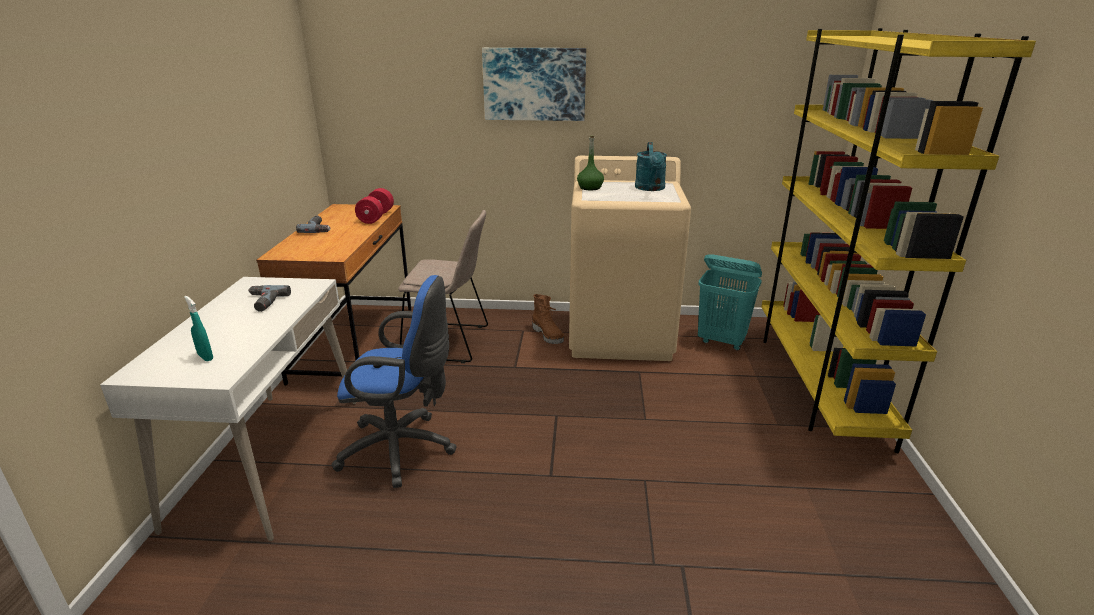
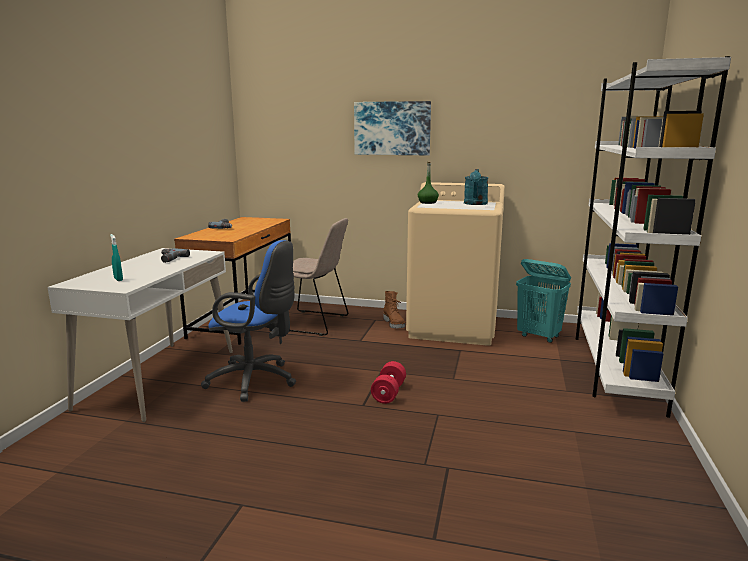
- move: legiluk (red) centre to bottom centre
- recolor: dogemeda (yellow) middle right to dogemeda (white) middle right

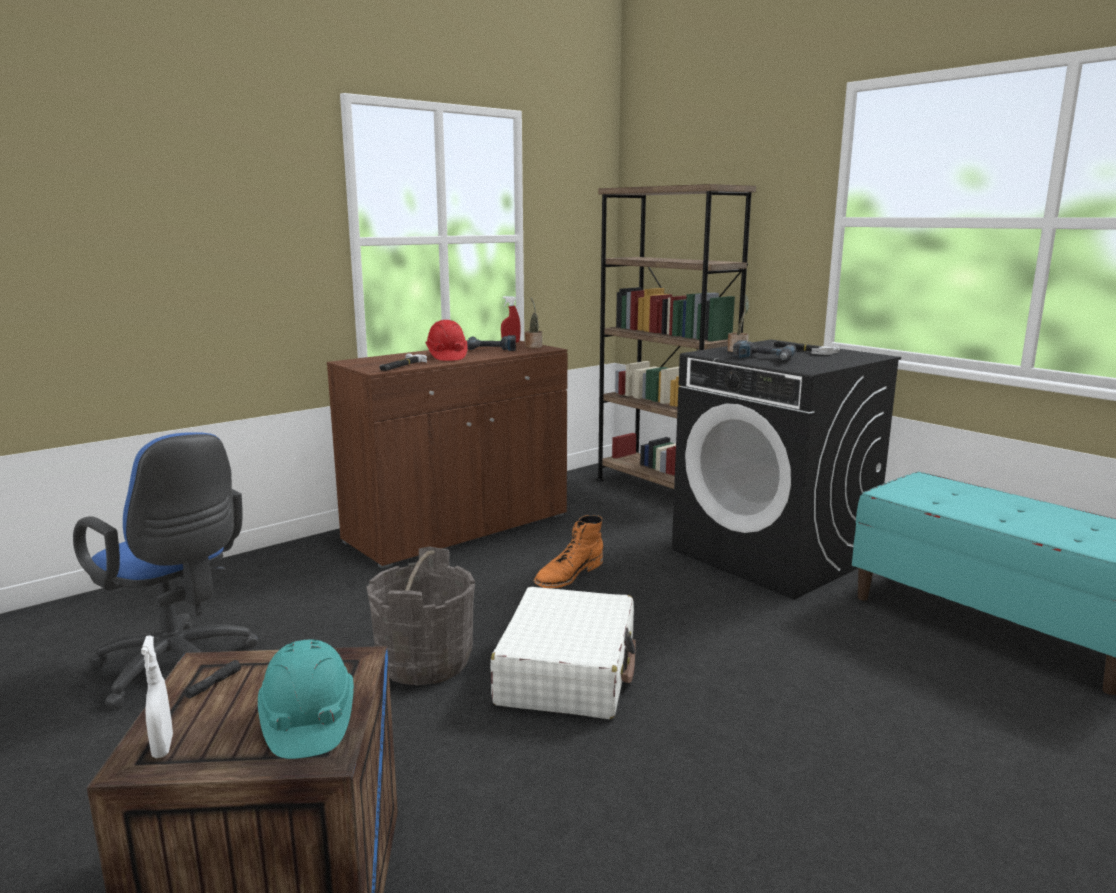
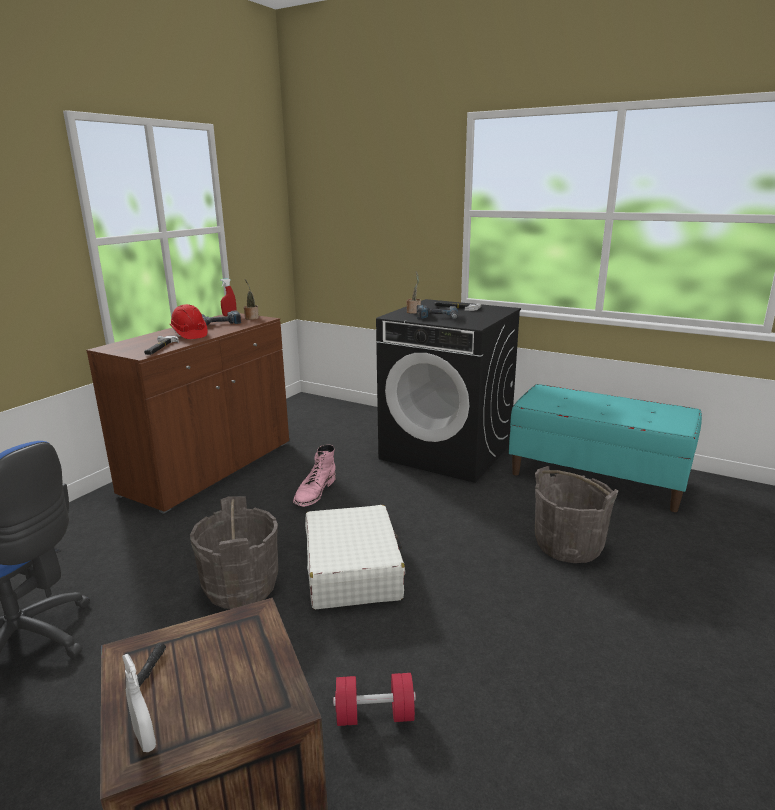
- recolor: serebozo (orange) centre to serebozo (pink) centre
- insert: legiluk (red) bottom centre
- insert: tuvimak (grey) (2nd from left) middle right
- delete: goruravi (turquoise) bottom left
- delete: dogemeda (brown) centre

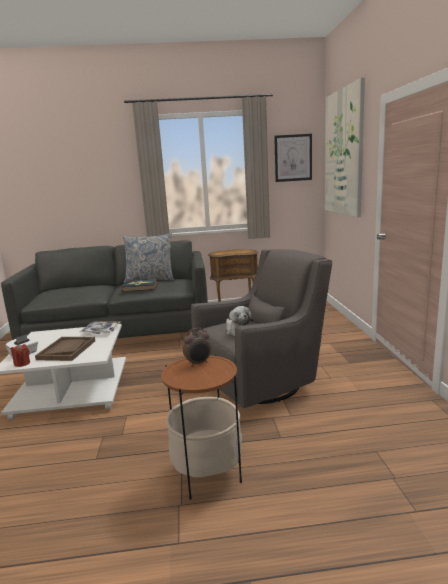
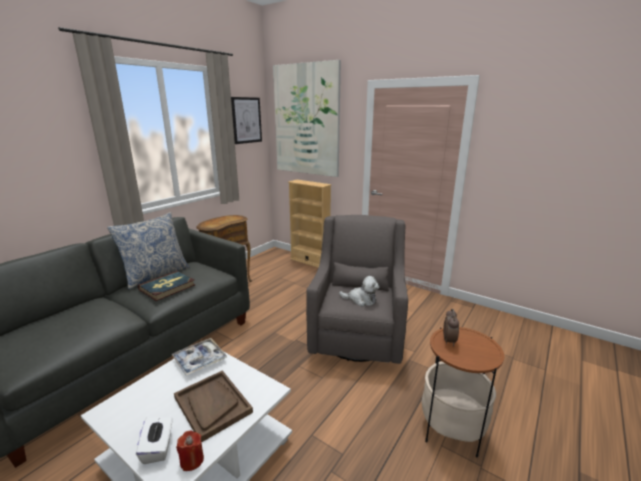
- insert: dogemeda (beige) centre

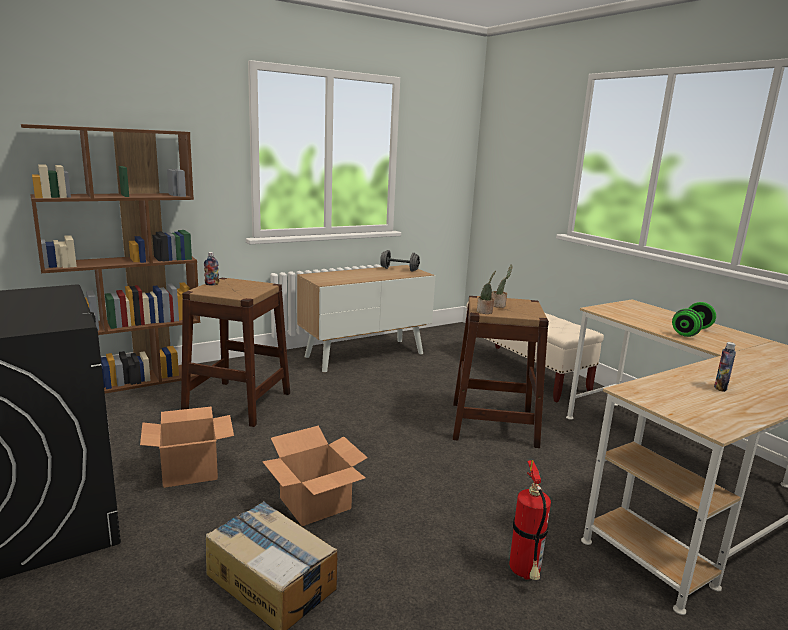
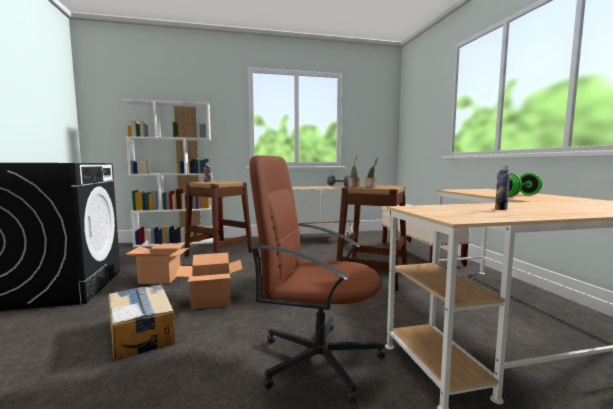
- recolor: dogemeda (brown) middle left to dogemeda (white) middle left
- replace: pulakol bottom right to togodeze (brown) bottom centre

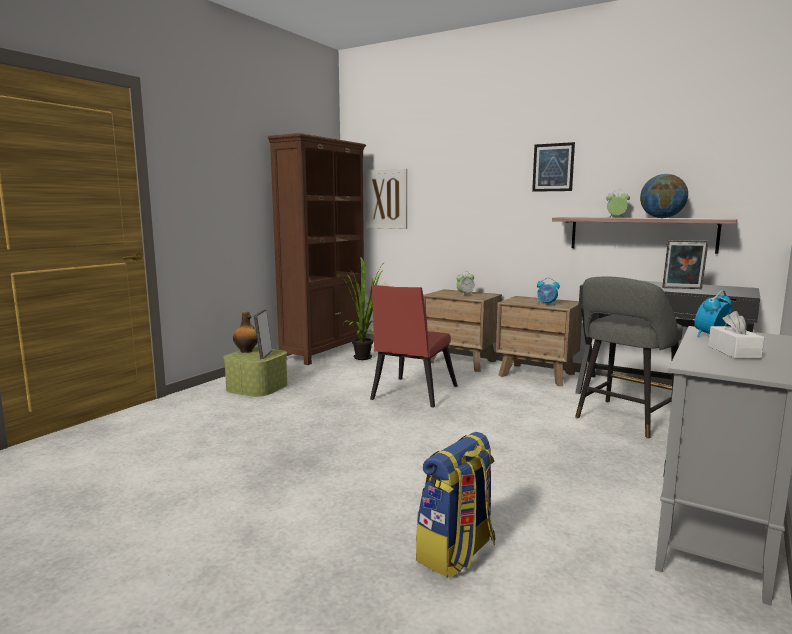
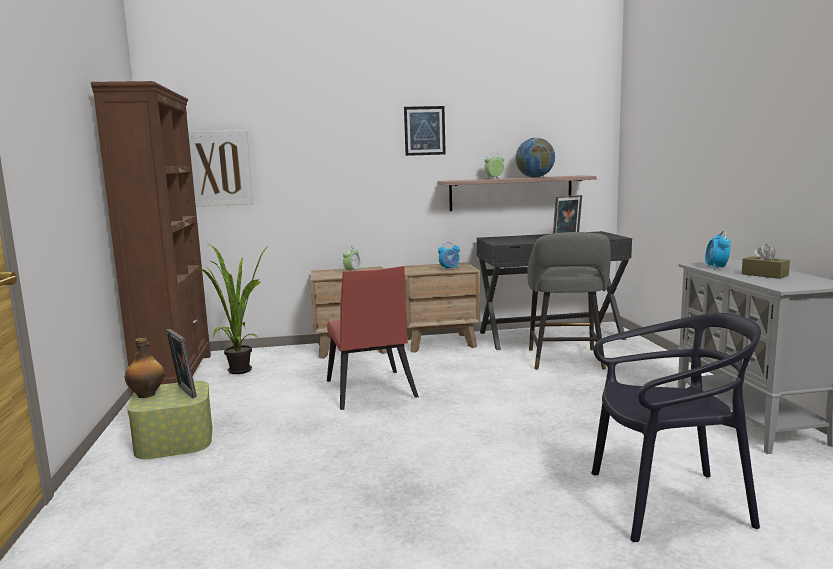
- replace: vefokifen bottom centre to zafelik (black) bottom right
- recolor: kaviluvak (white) middle right to kaviluvak (brown) middle right

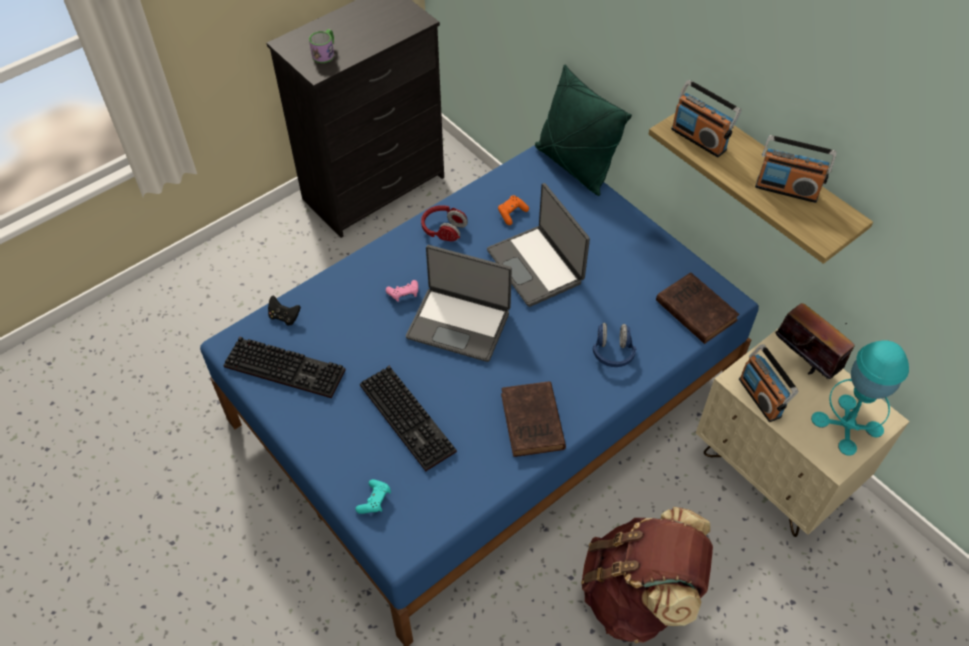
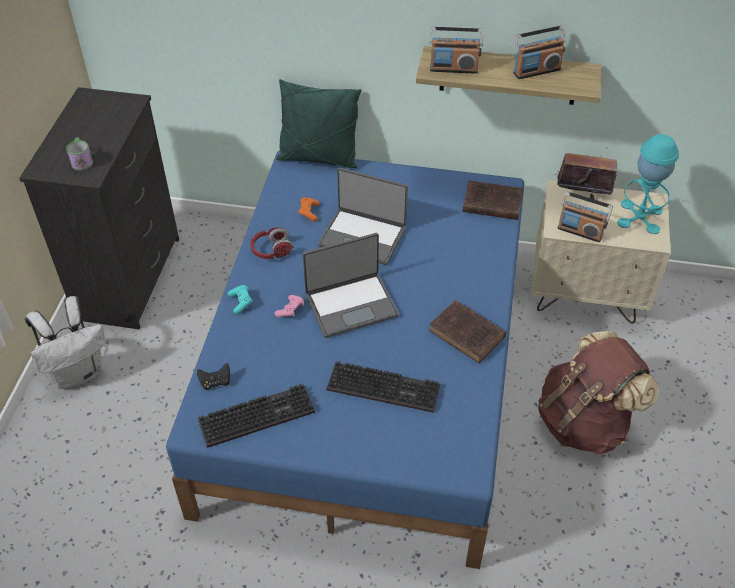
- insert: vefokifen (white) middle left
- move: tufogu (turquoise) bottom centre to middle left
- delete: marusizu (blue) centre

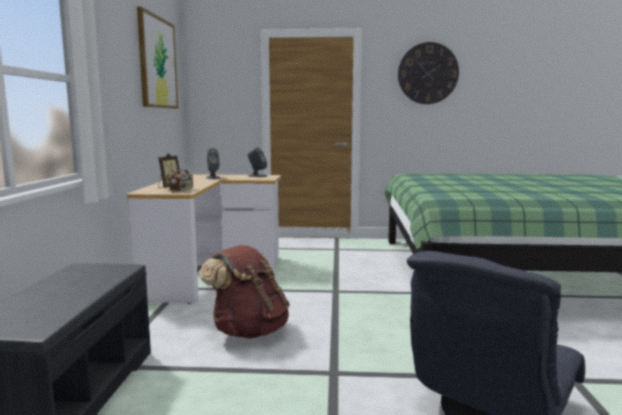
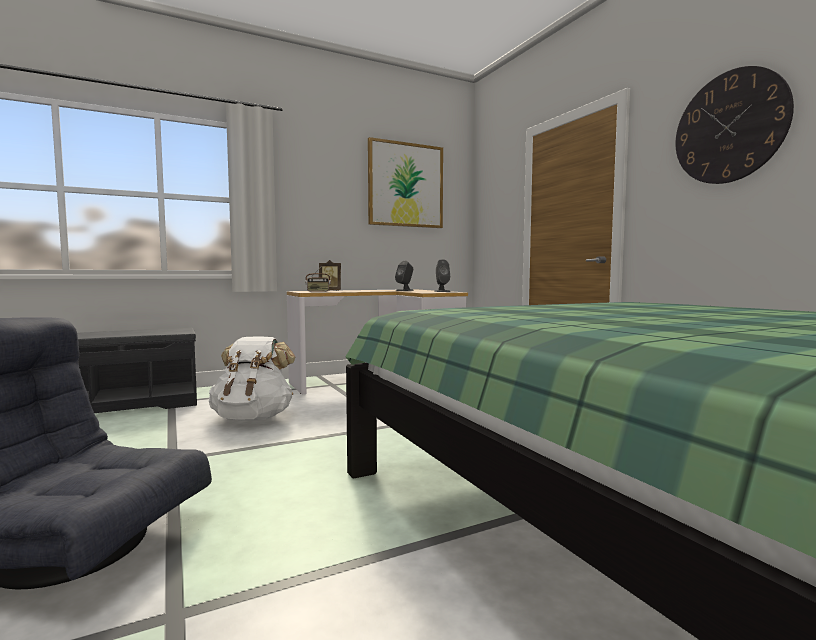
- recolor: vefokifen (brown) bottom centre to vefokifen (white) middle left

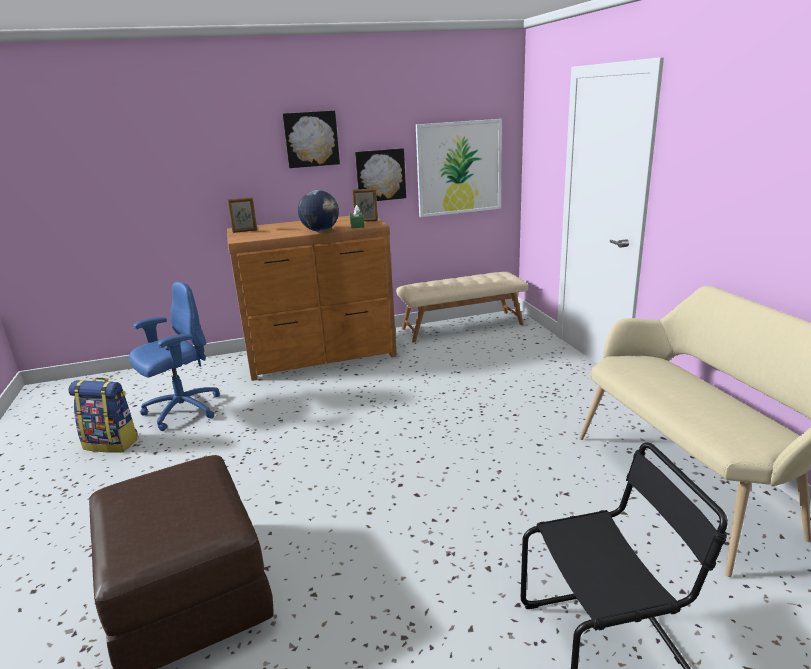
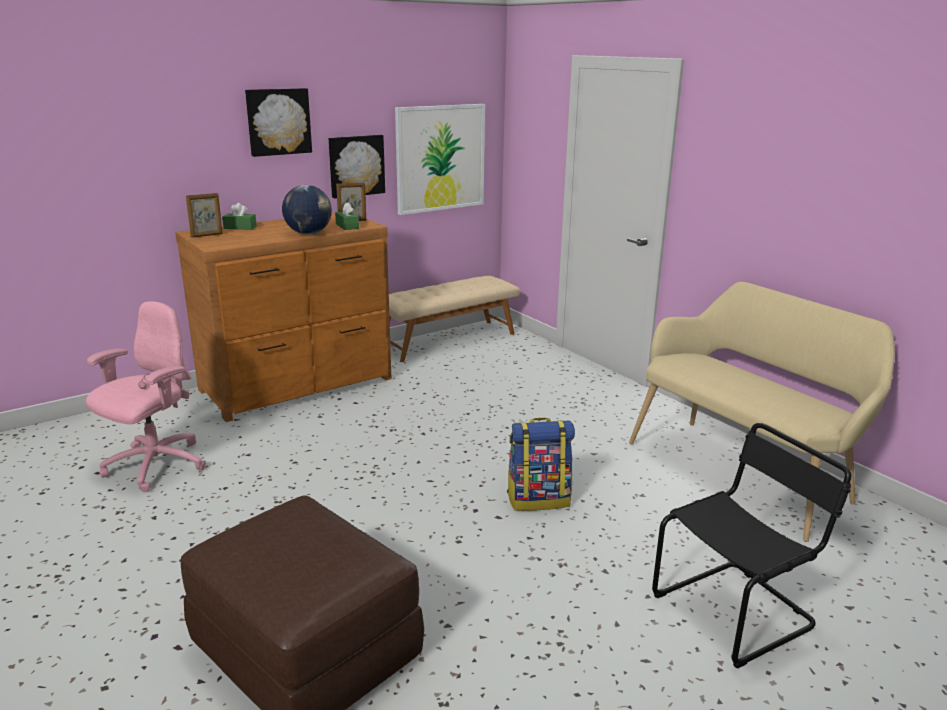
- recolor: togodeze (blue) middle left to togodeze (pink) middle left
- insert: kaviluvak (green) (1st from left) top left
- move: vefokifen middle left to centre

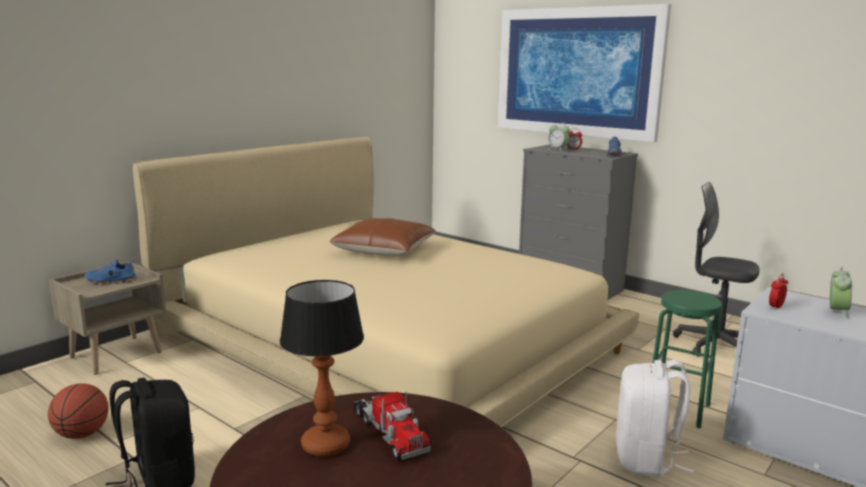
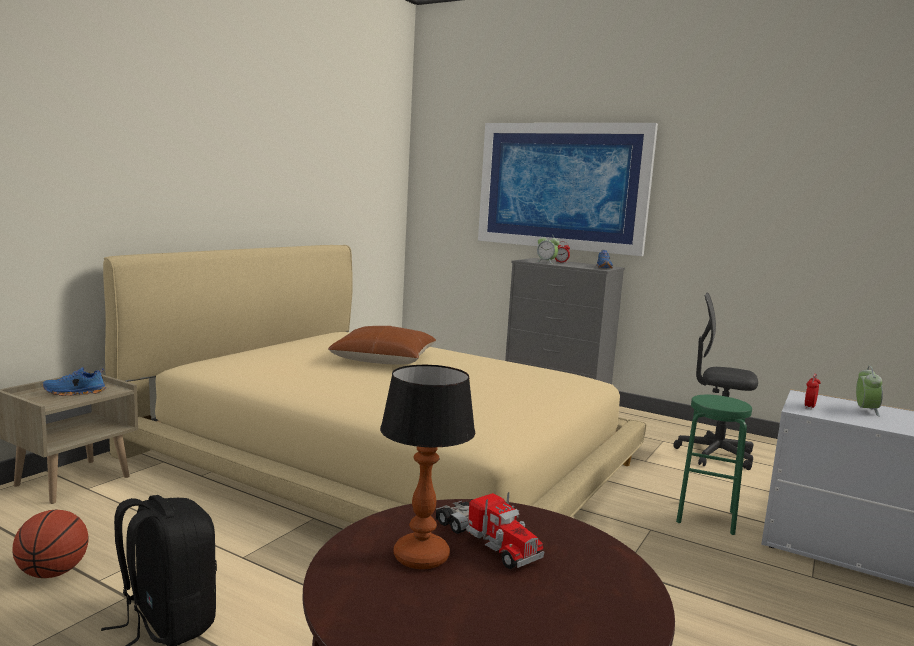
- delete: vefokifen (white) bottom right

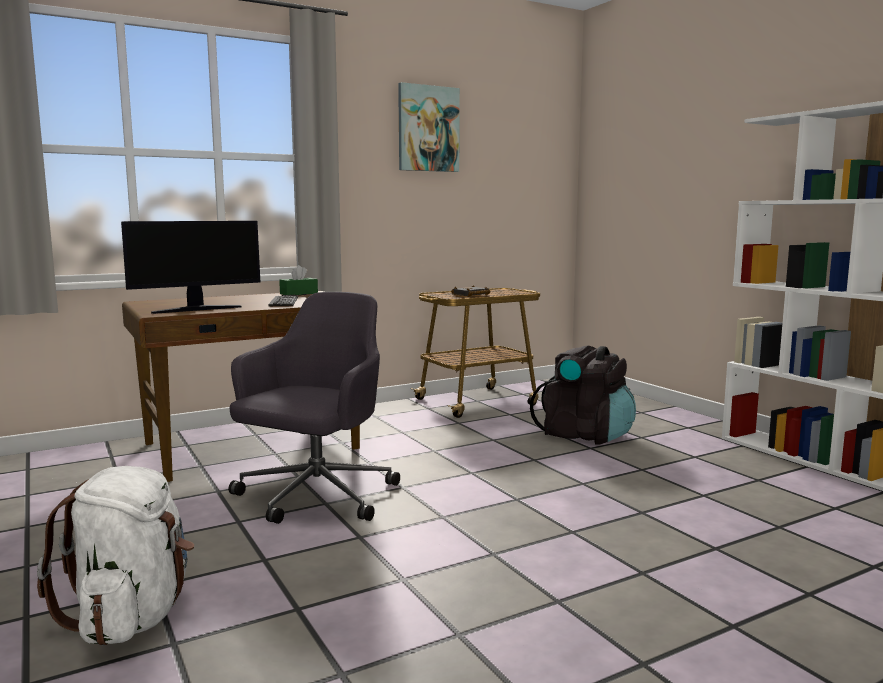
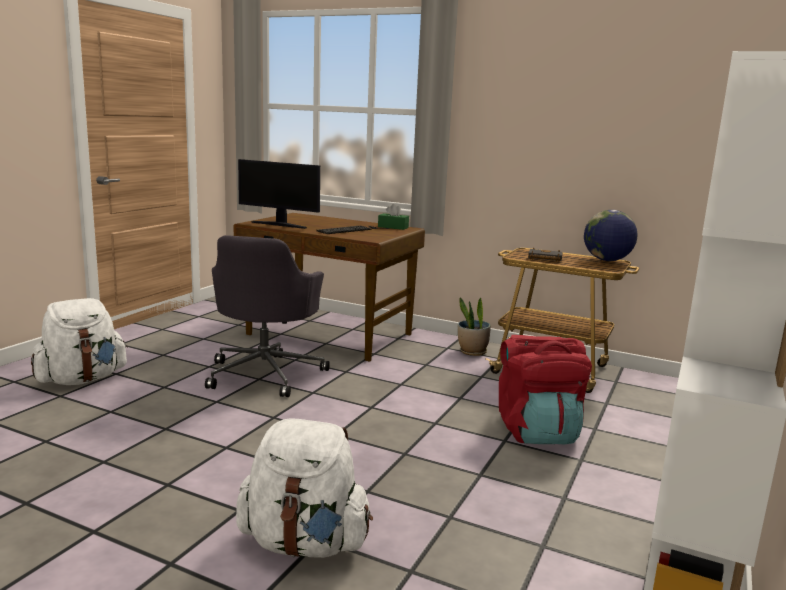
- rotate: togodeze (grey) centre = centre 105 degrees clockwise
- insert: vefokifen (white) (2nd from left) bottom centre
- insert: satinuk centre
- recolor: vefokifen (black) centre to vefokifen (red) middle right
- insert: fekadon middle right
- delete: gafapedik top centre

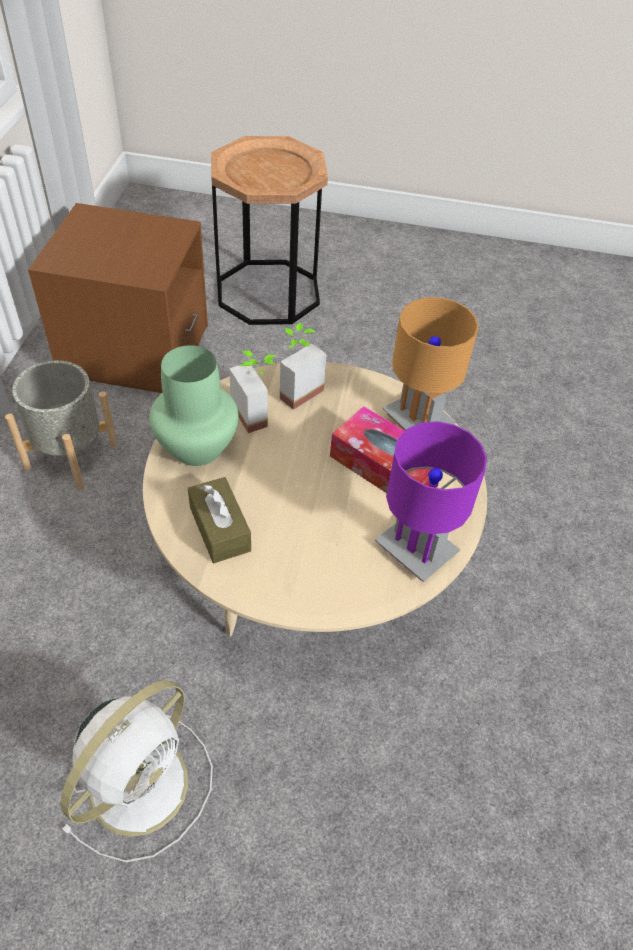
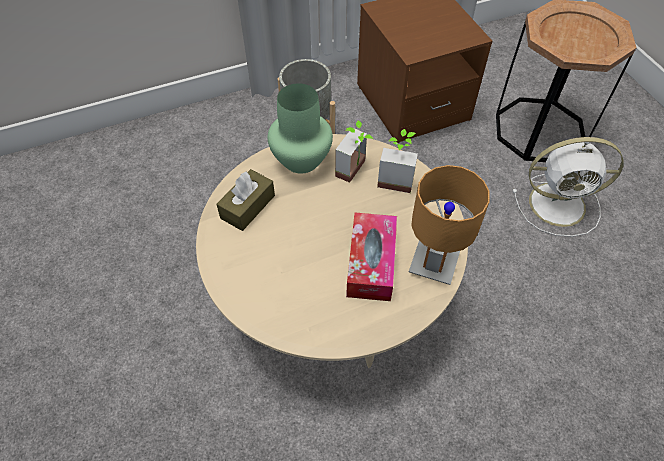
- move: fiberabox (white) bottom left to middle right
- delete: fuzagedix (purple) middle right

